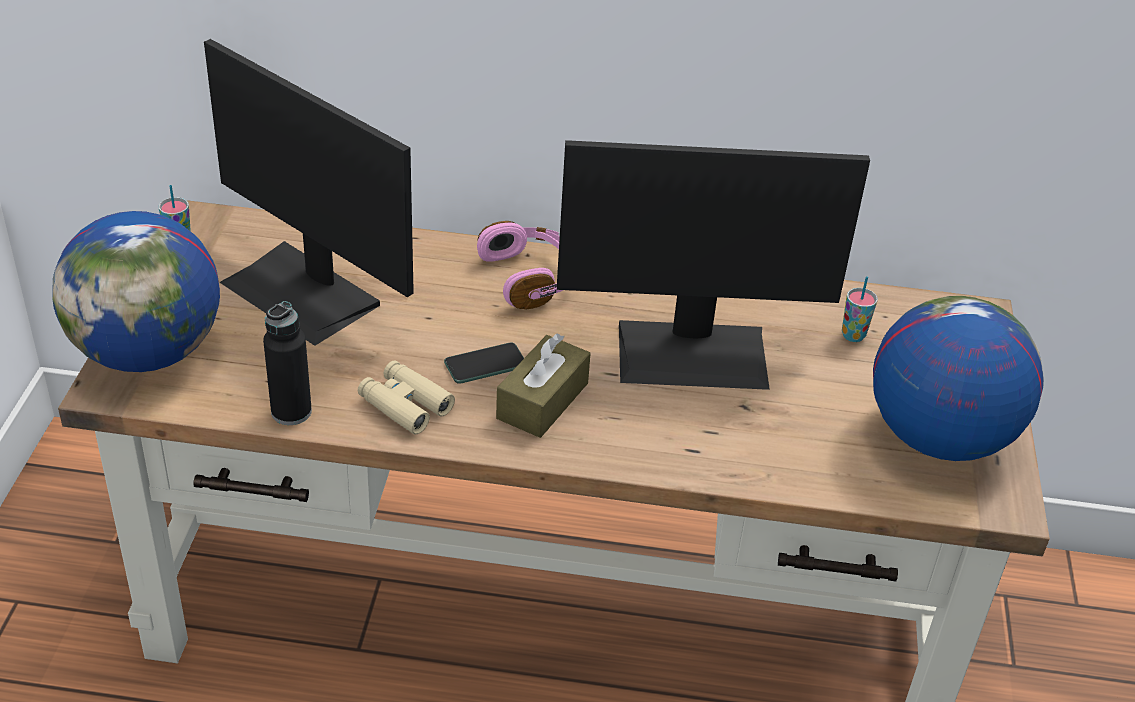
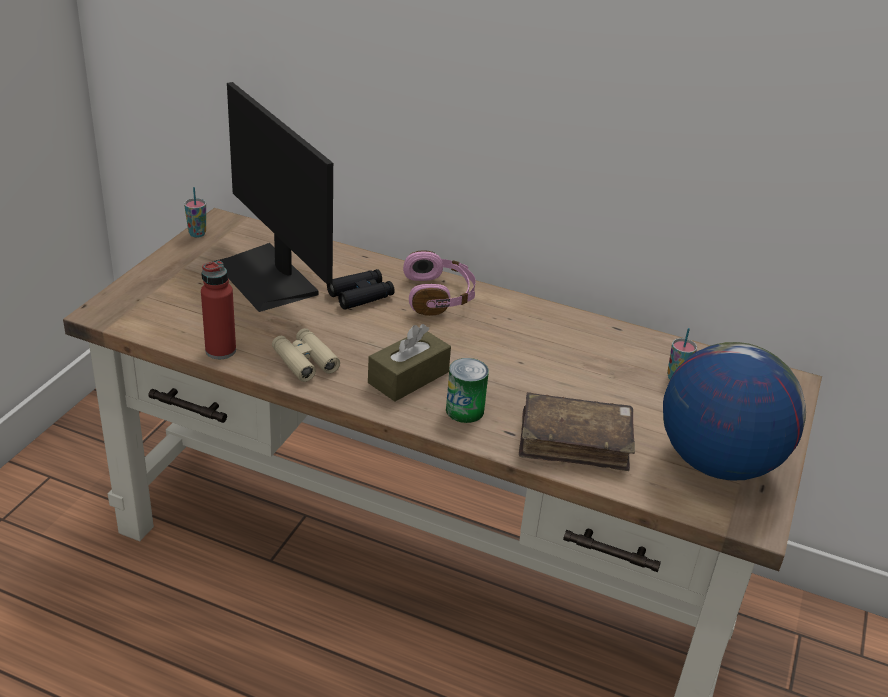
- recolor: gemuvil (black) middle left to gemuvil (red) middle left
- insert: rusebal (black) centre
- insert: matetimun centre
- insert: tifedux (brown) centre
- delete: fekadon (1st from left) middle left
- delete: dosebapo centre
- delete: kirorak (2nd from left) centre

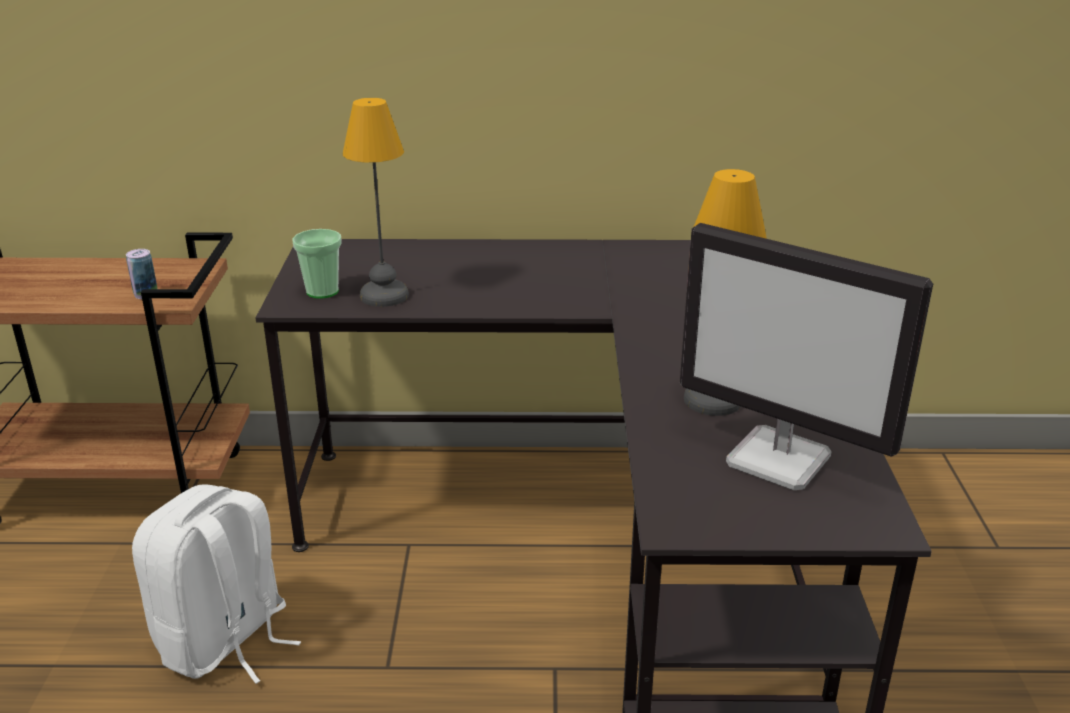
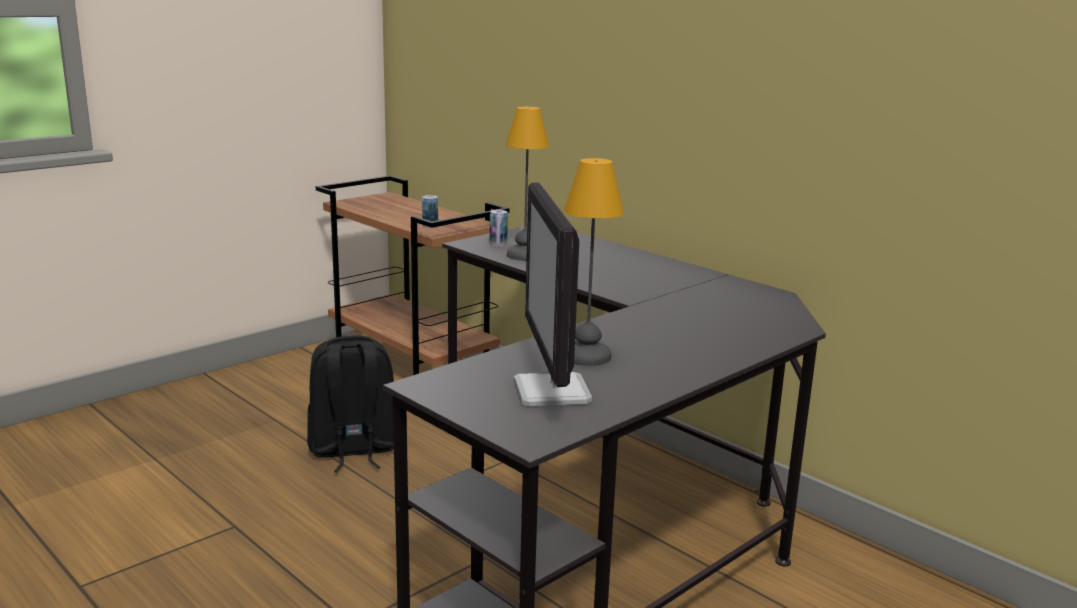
- recolor: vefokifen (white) bottom left to vefokifen (black) middle left
- replace: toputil middle left to matetimun (2nd from left) centre

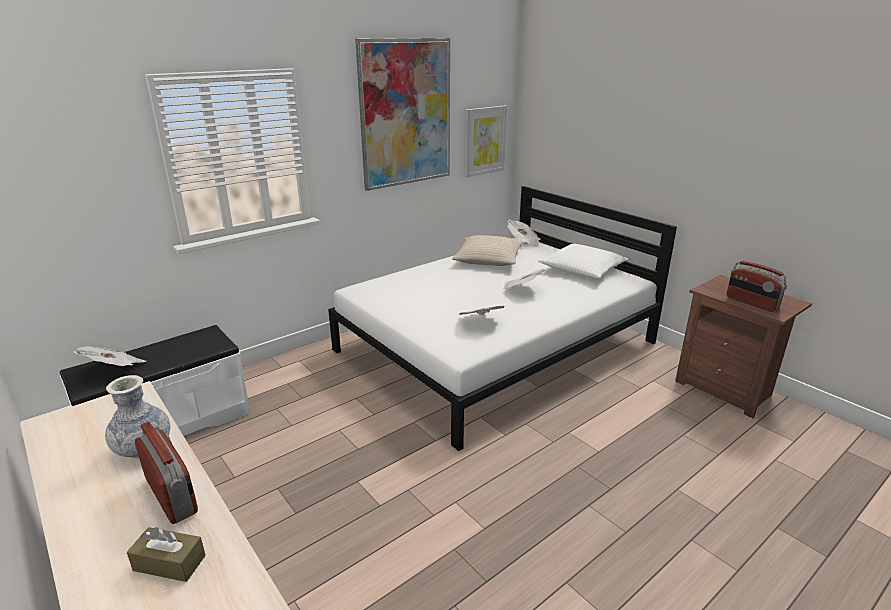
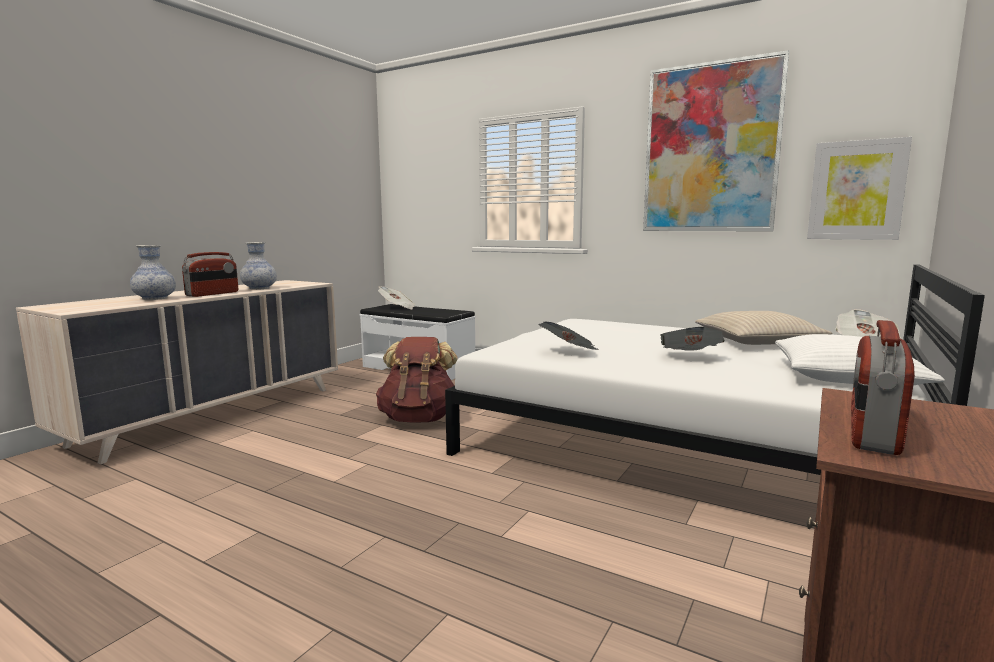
- replace: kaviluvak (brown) bottom left to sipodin (1st from left) middle left
- insert: vefokifen (brown) centre

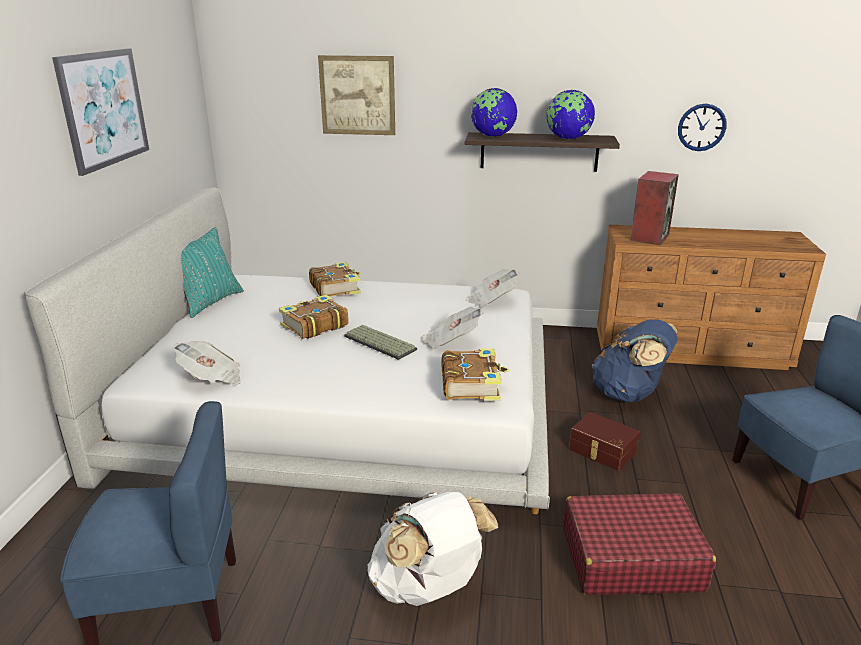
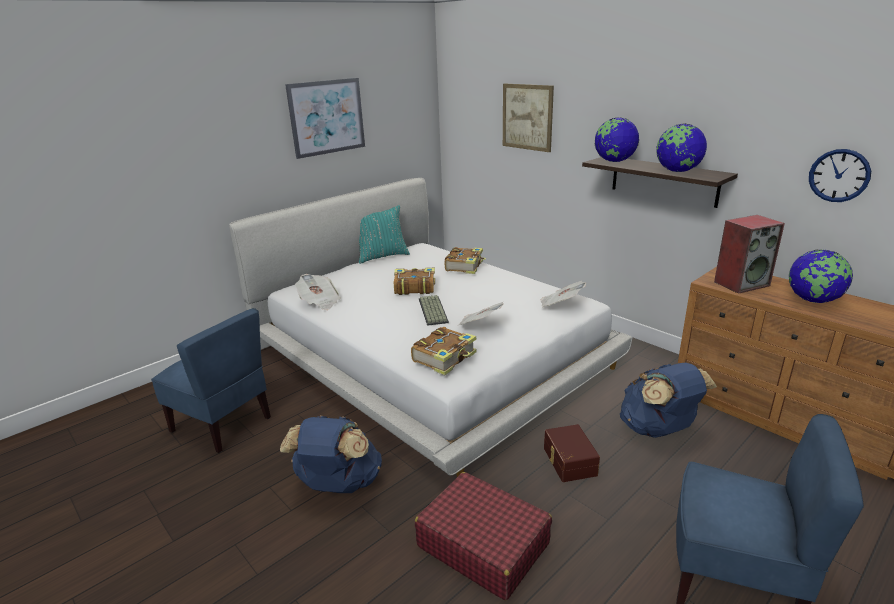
- recolor: vefokifen (white) bottom centre to vefokifen (blue) (1st from left) bottom centre
- insert: fekadon (3rd from left) middle right

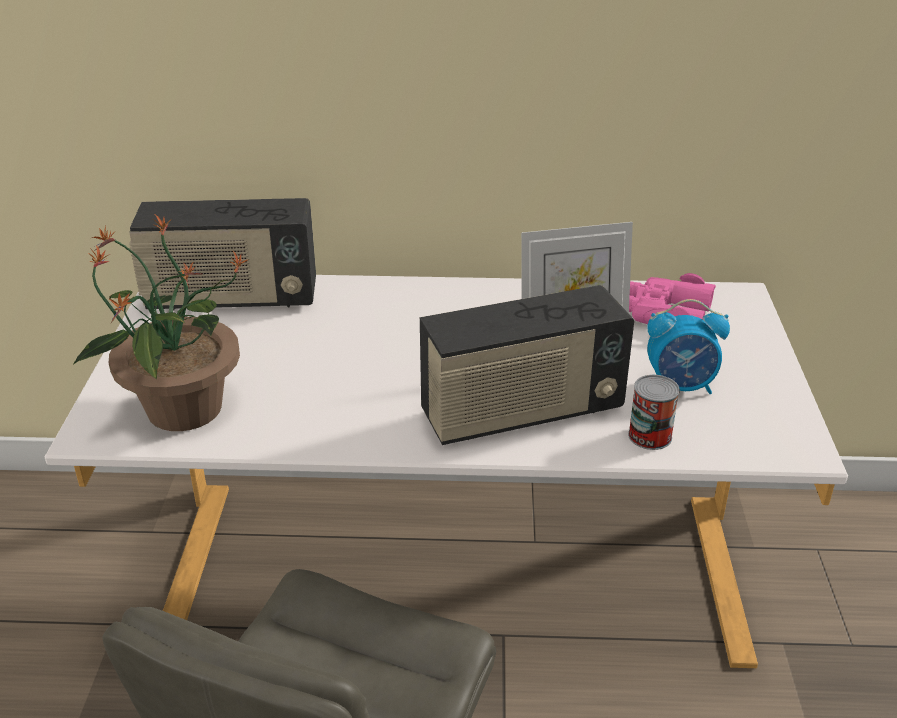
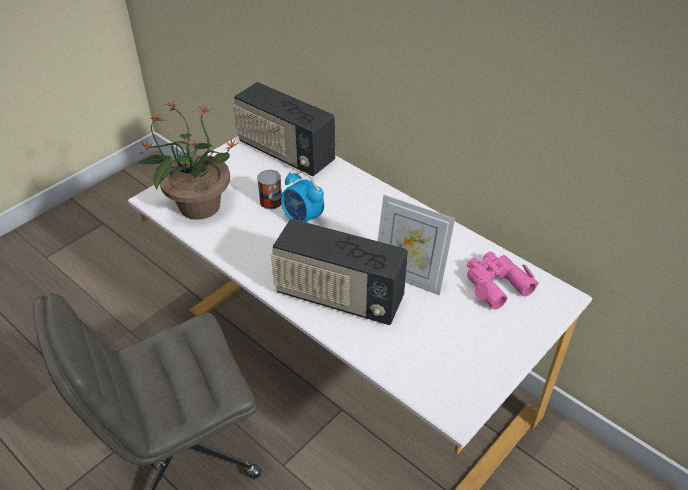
- move: matetimun middle right to centre
- move: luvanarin middle right to centre

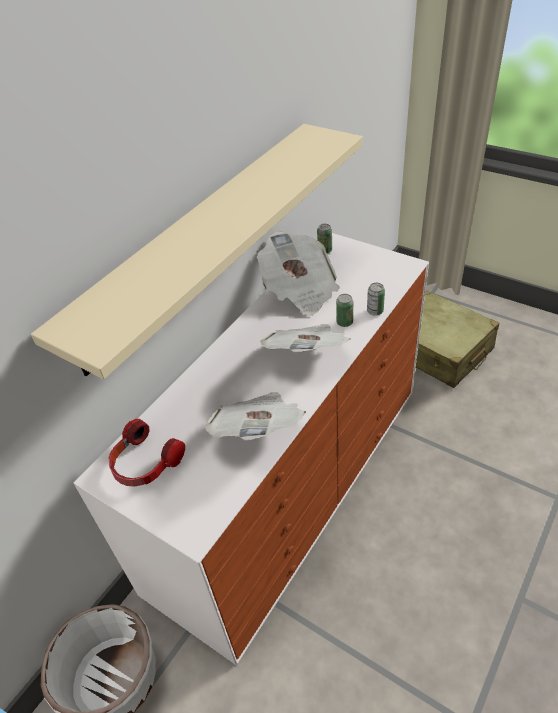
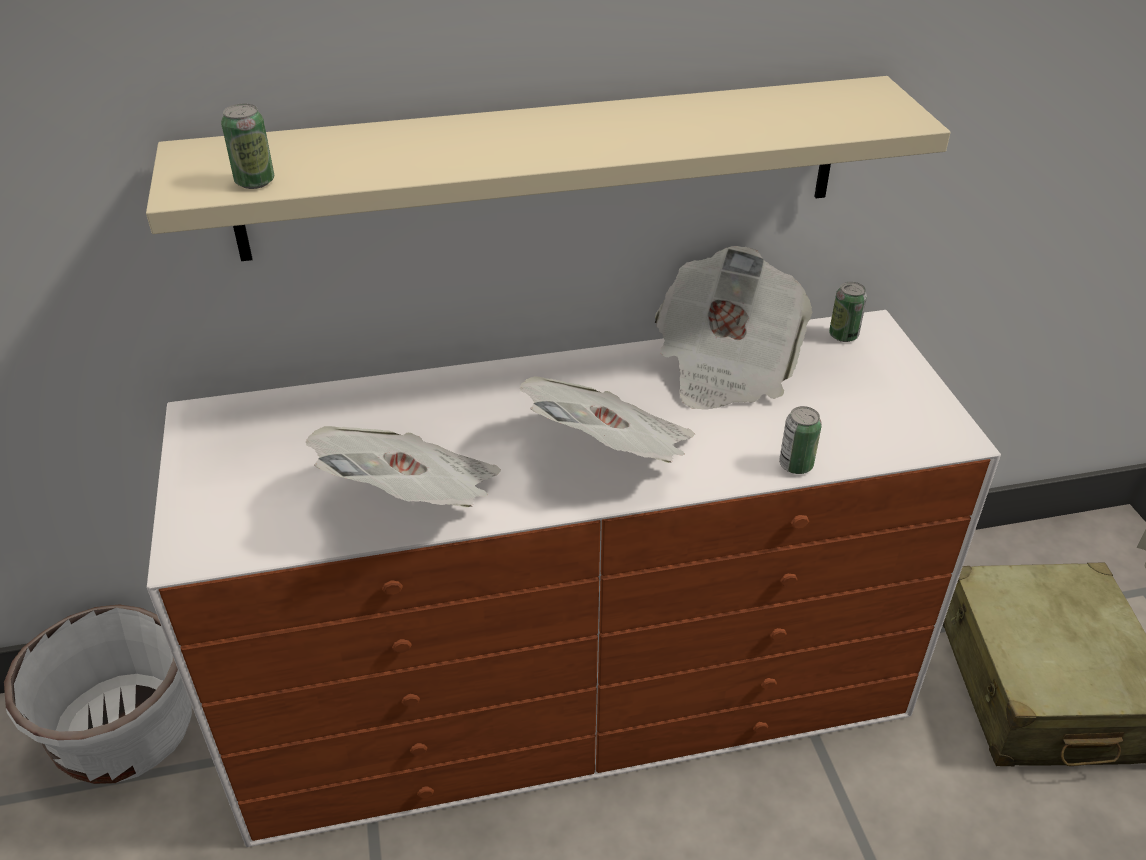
- move: matetimun (2nd from left in the first image) centre to matetimun (1st from left) top left
- delete: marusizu middle left

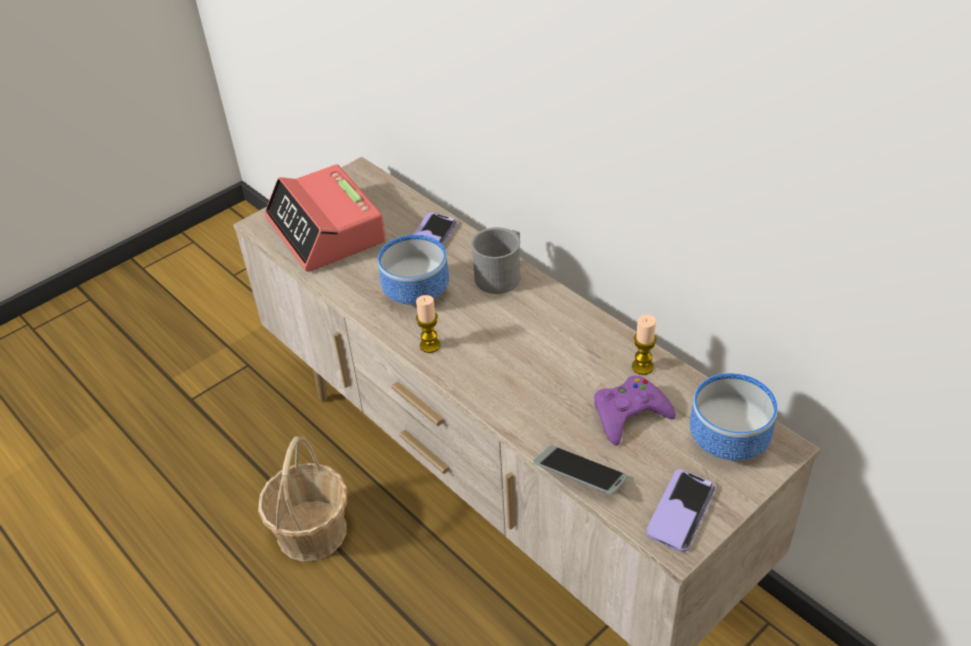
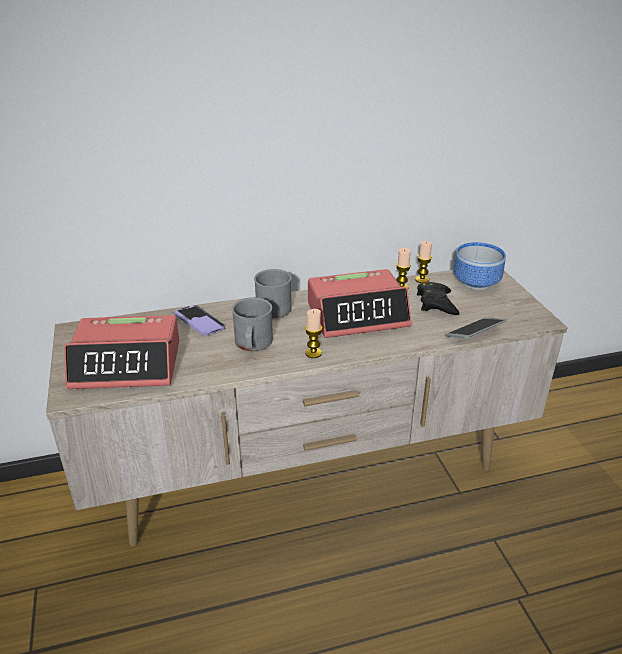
- replace: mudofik (1st from left) centre to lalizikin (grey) (1st from left) centre
- insert: luvanarin (2nd from left) centre
- insert: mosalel (3rd from left) middle right
- recolor: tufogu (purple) centre to tufogu (black) middle right
- delete: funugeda bottom left
- delete: dosebapo (3rd from left) bottom right

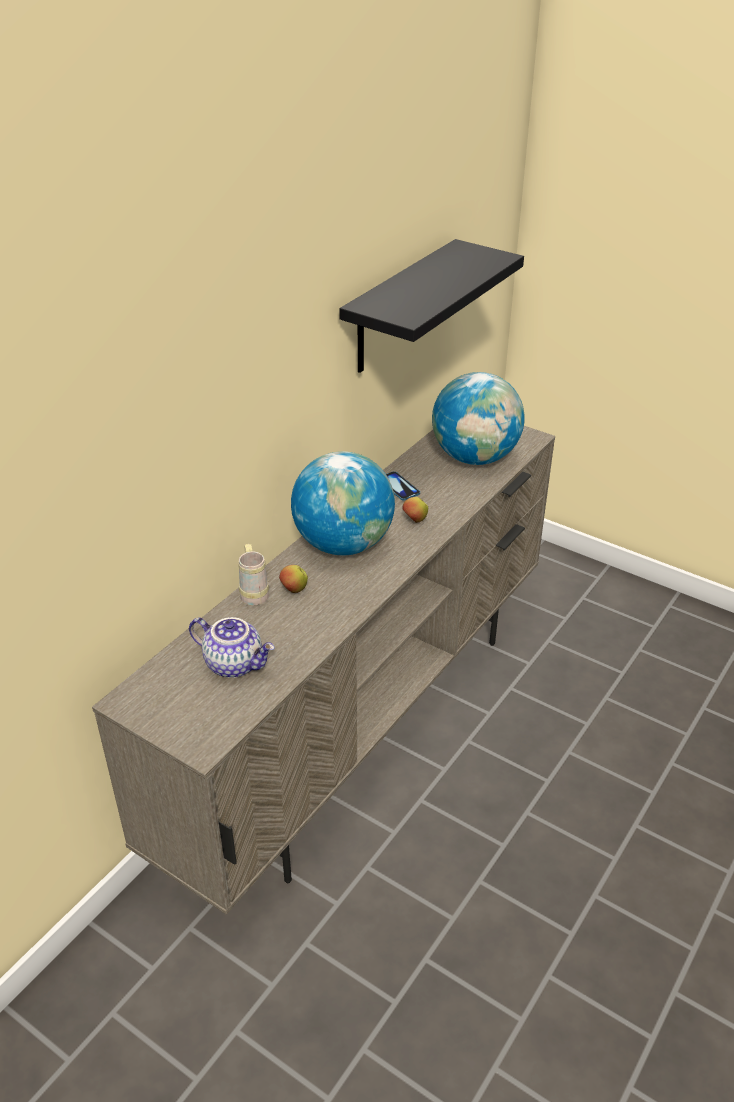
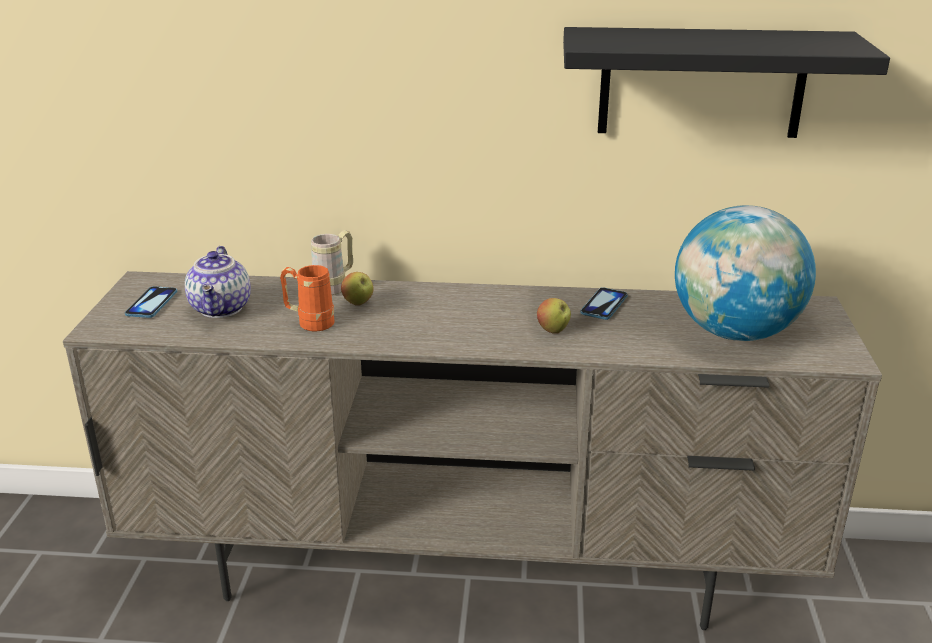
- insert: dosebapo (1st from left) middle left
- insert: lalizikin (orange) middle left
- delete: fekadon (1st from left) centre

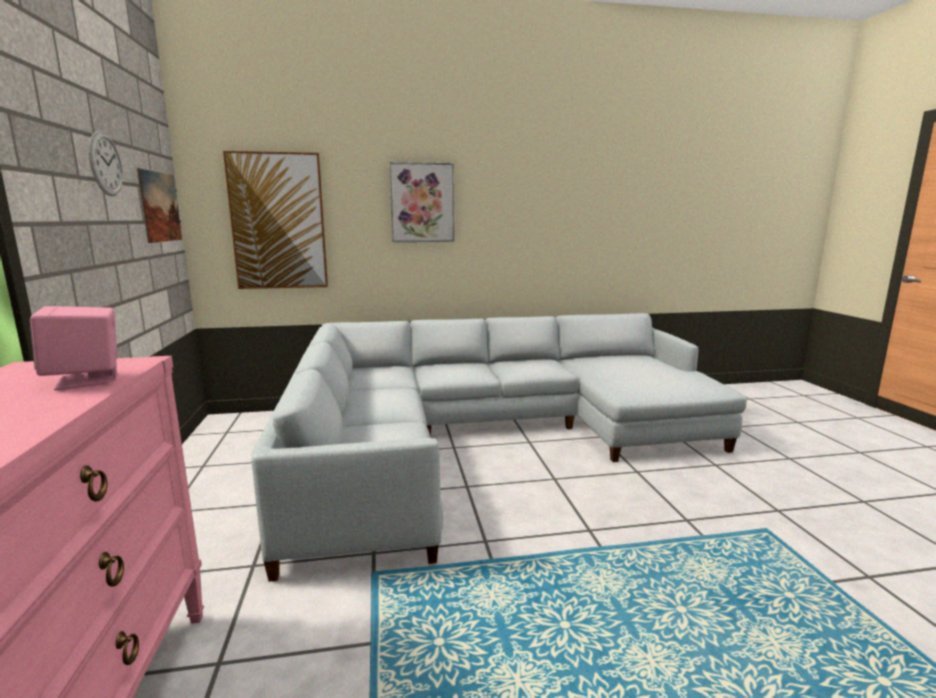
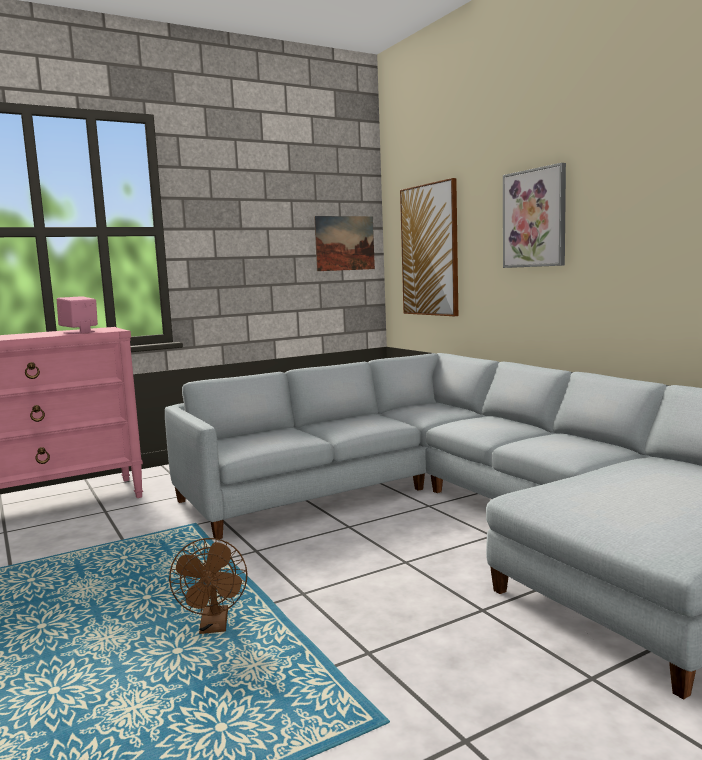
- insert: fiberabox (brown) bottom left
- delete: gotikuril top left

